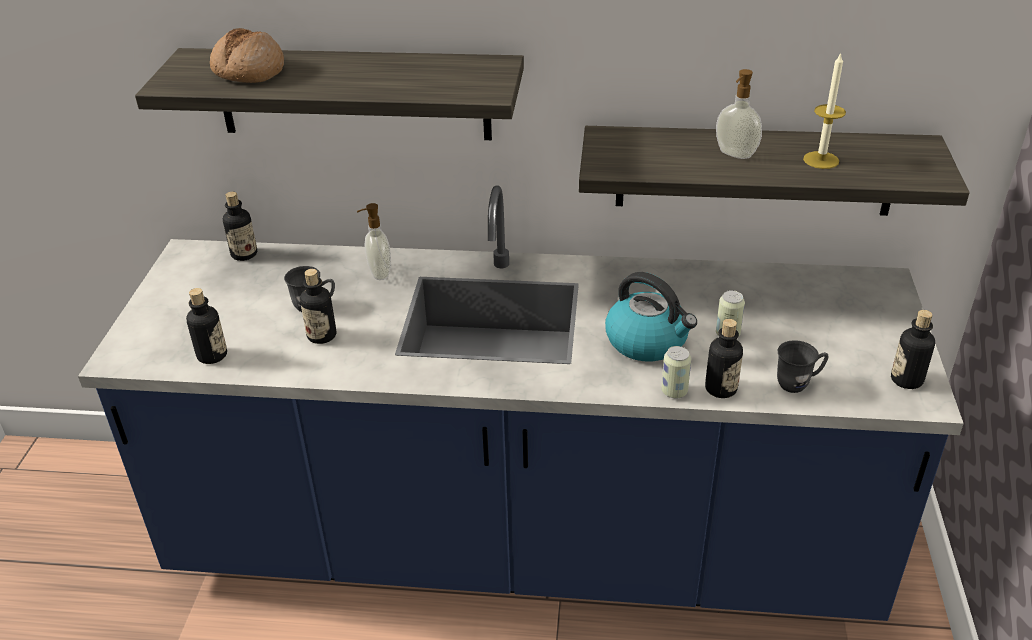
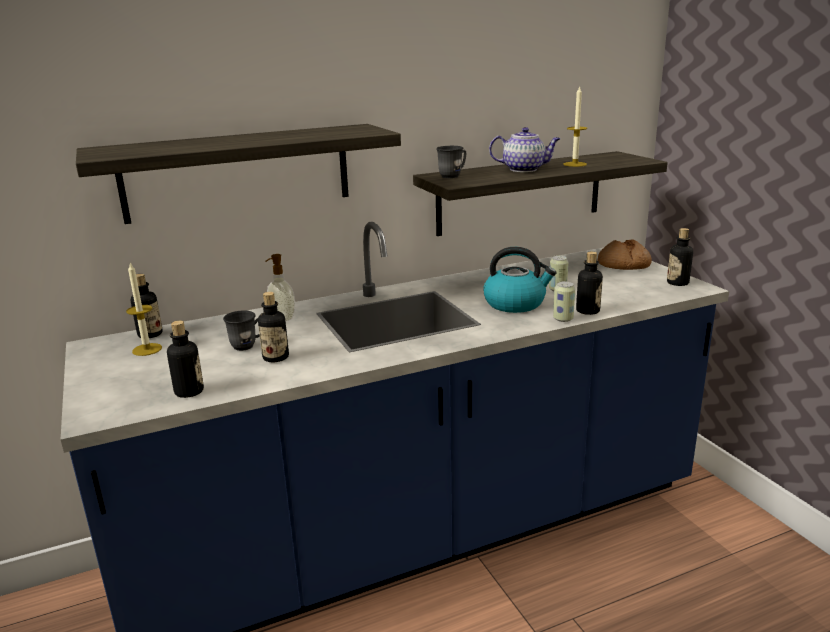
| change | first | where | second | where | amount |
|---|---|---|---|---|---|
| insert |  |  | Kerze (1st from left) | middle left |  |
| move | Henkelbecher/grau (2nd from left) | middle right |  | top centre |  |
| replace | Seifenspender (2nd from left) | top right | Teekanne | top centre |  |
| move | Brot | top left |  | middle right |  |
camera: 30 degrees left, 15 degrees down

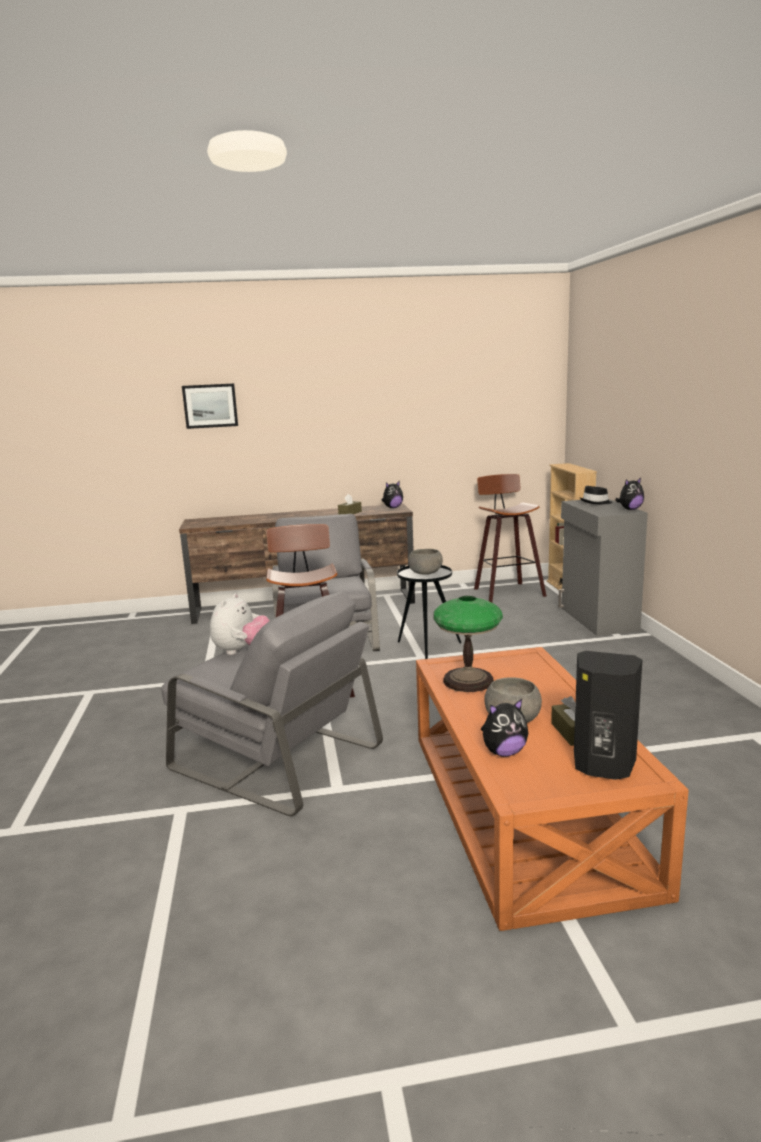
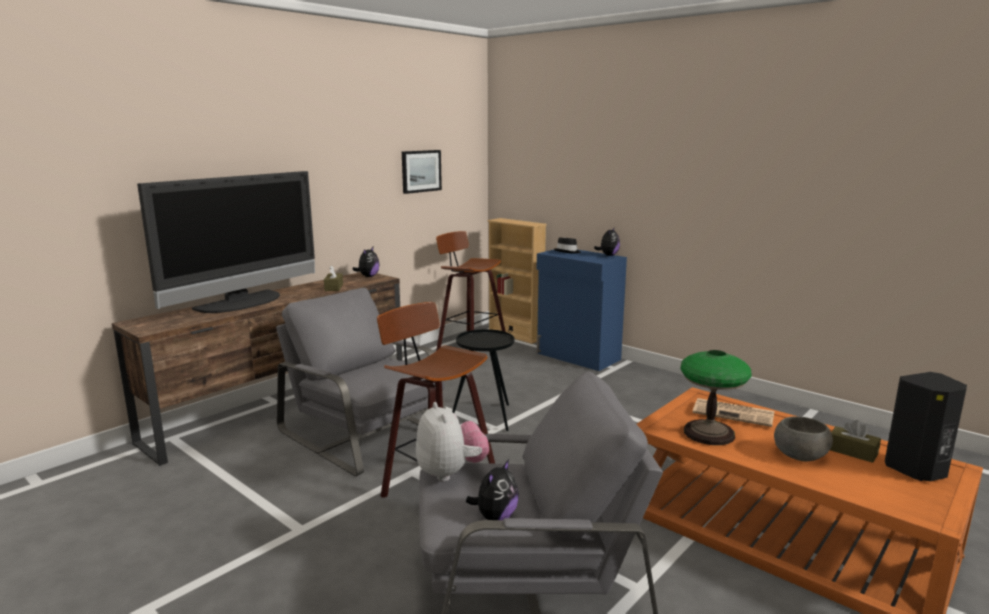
| change | first | where | second | where | amount |
|---|---|---|---|---|---|
| insert |  |  | Fernseher | middle left |  |
| move | Bild | middle left |  | top centre |  |
| move | Plüschtier (3rd from left) | centre |  | bottom centre |  |
| recolor | Schrank/grau | middle right | Schrank/blau | centre |  |
| insert |  |  | Zeitung | bottom right |  |
| delete | Schüssel/grau (1st from left) | centre |  |  |  |
camera: 40 degrees left, 0 degrees up

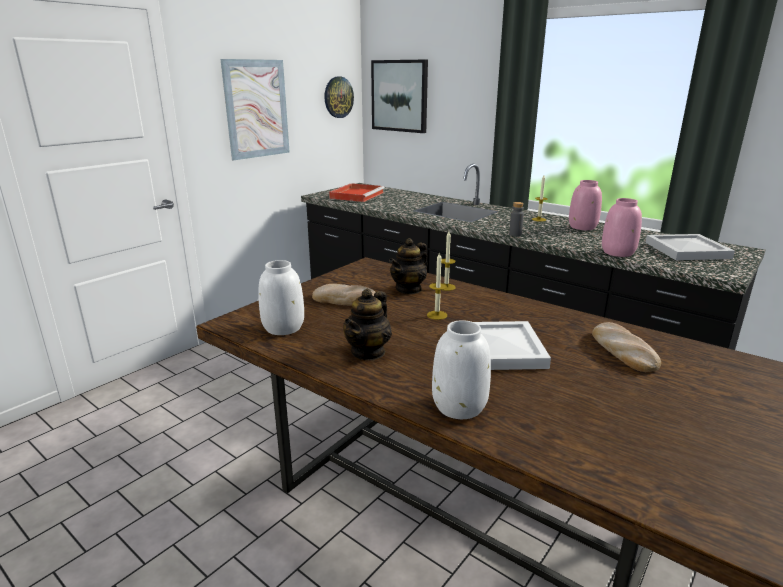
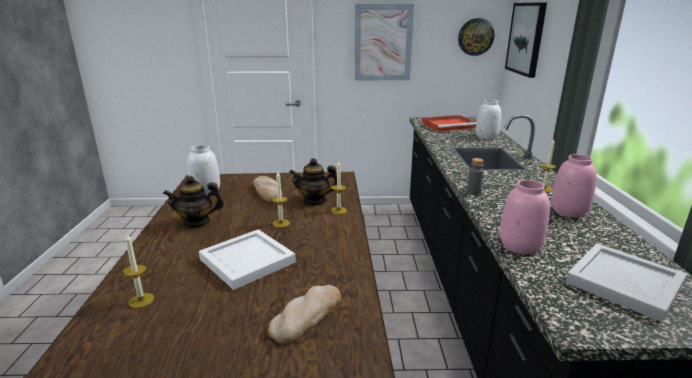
| change | first | where | second | where | amount |
|---|---|---|---|---|---|
| insert |  |  | Kerze (1st from left) | bottom left |  |
| move | Vase/weiß (2nd from left) | centre |  | top right |  |
camera: 50 degrees right, 0 degrees up

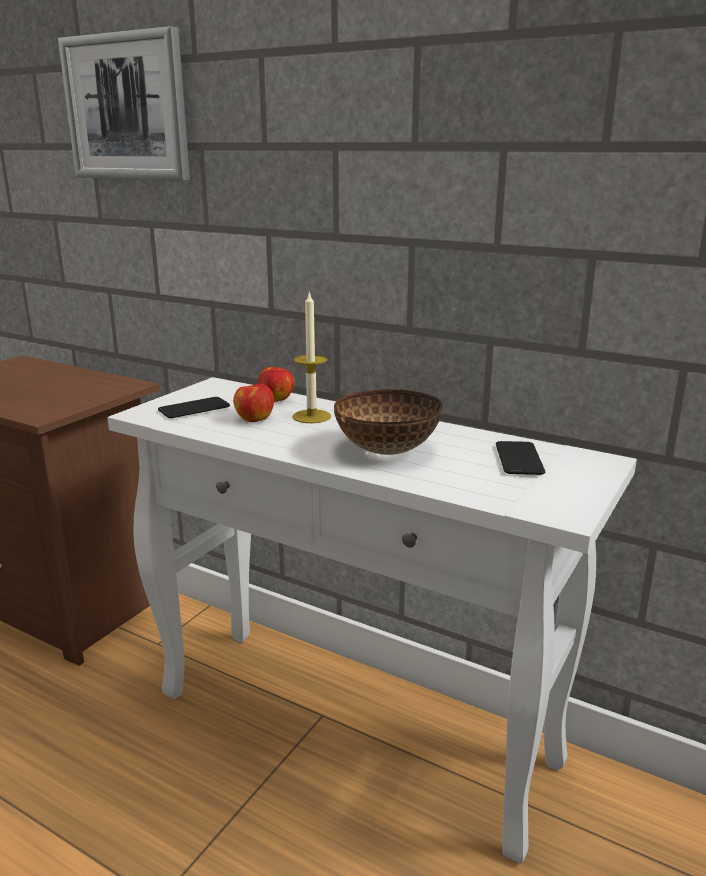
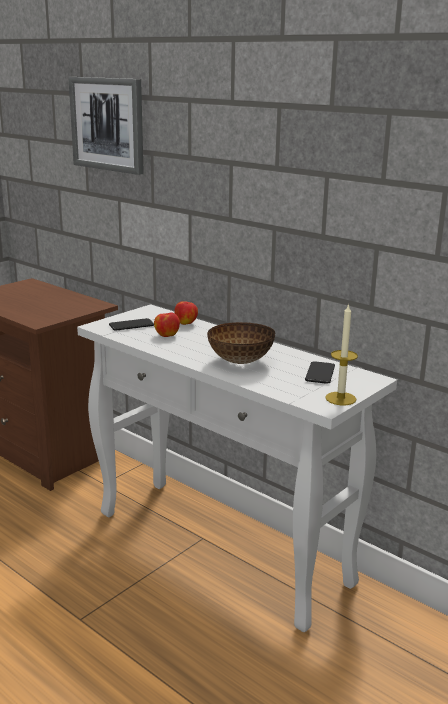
| change | first | where | second | where | amount |
|---|---|---|---|---|---|
| move | Kerze | centre |  | middle right |  |
camera: 10 degrees right, 0 degrees up

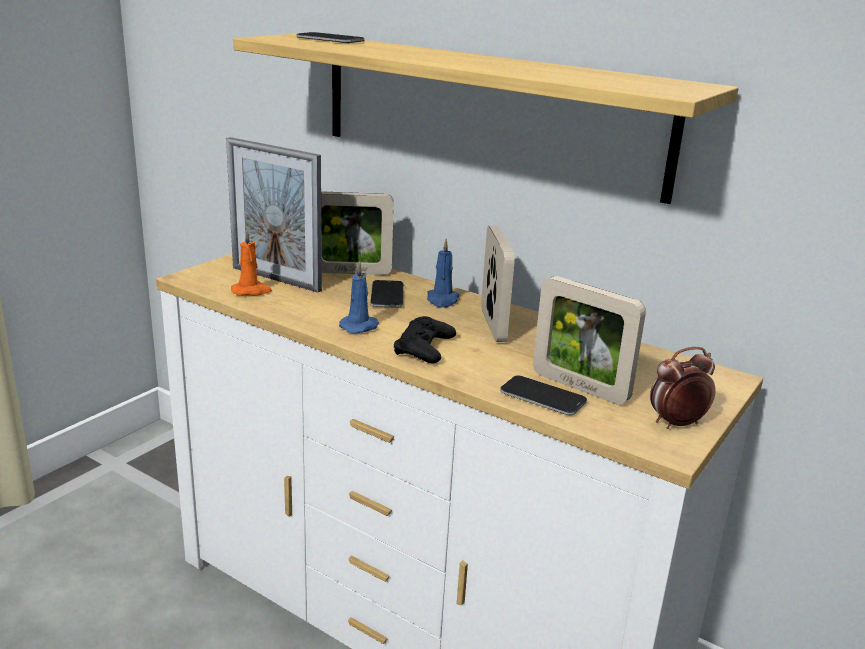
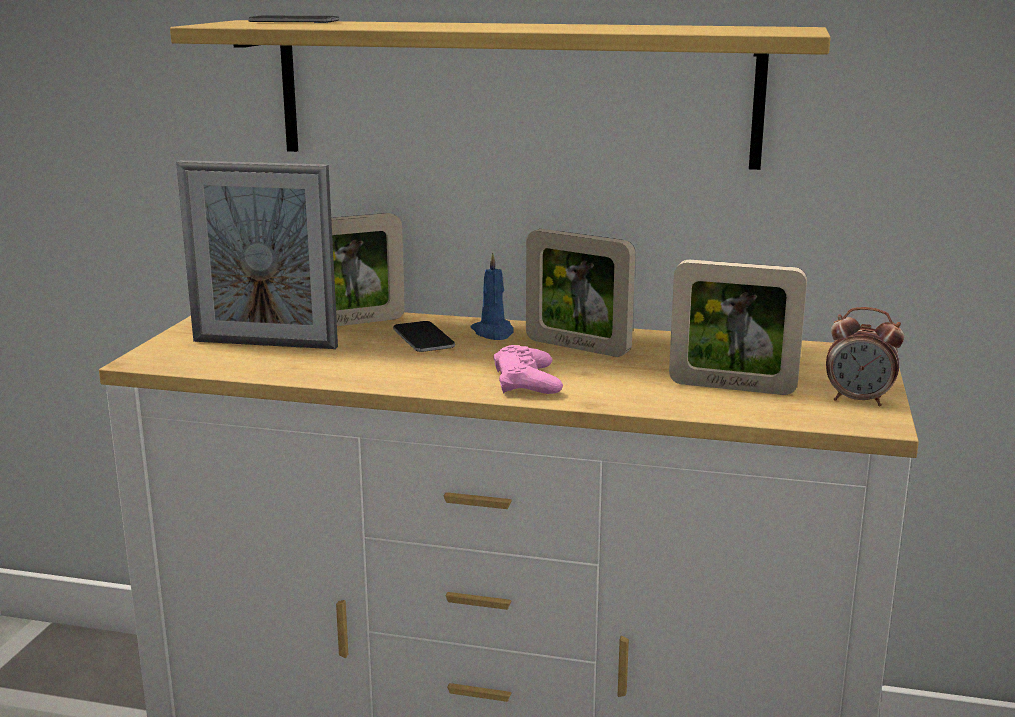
| change | first | where | second | where | amount |
|---|---|---|---|---|---|
| recolor | Gamepad/schwarz | centre | Gamepad/rosa | centre |  |
| rotate | Bilderrahmen (3rd from left) | centre |  | centre | 150 degrees clockwise |
| rotate | Wecker | middle right |  | middle right | 120 degrees counterclockwise |
| delete | Kerze/orange | middle left |  |  |  |
| delete | Kerze/blau (1st from left) | centre |  |  |  |
| delete | Handy (3rd from left) | centre |  |  |  |
camera: 20 degrees left, 5 degrees down

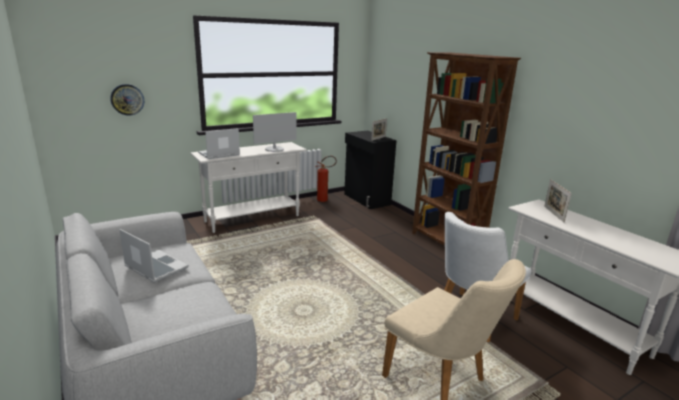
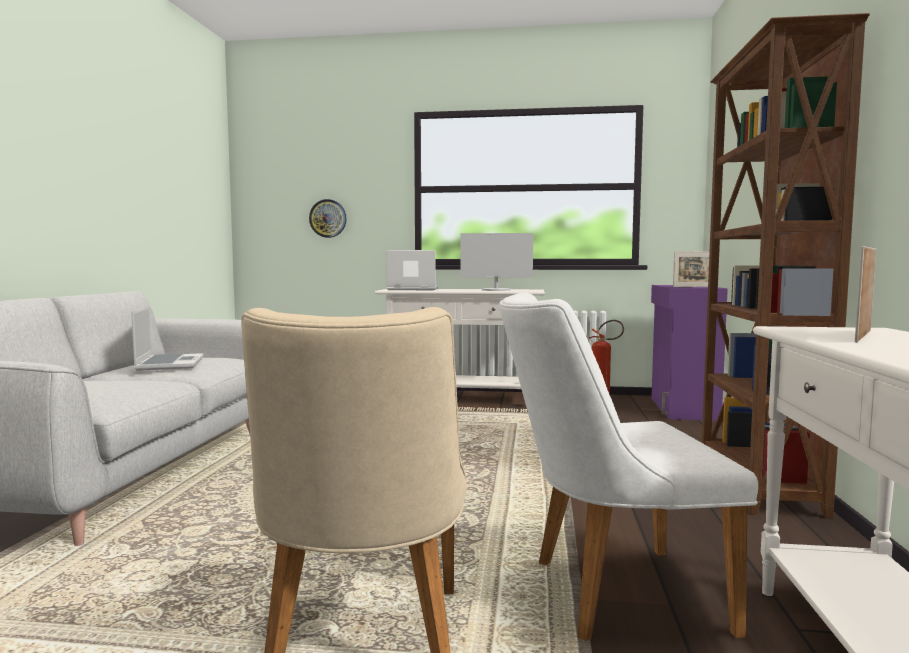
| change | first | where | second | where | amount |
|---|---|---|---|---|---|
| recolor | Schrank/schwarz | centre | Schrank/lila | middle right |  |
camera: 40 degrees right, 15 degrees down

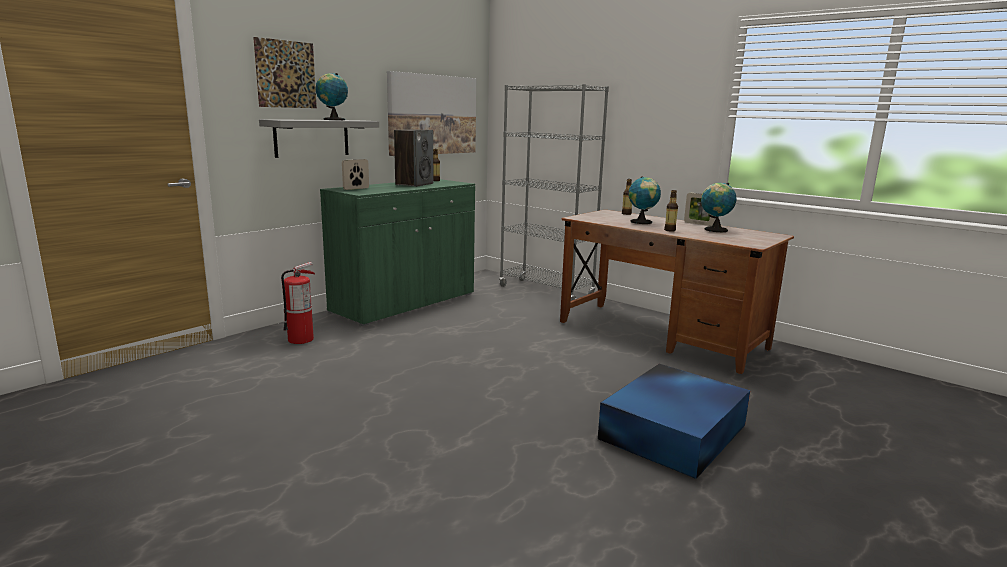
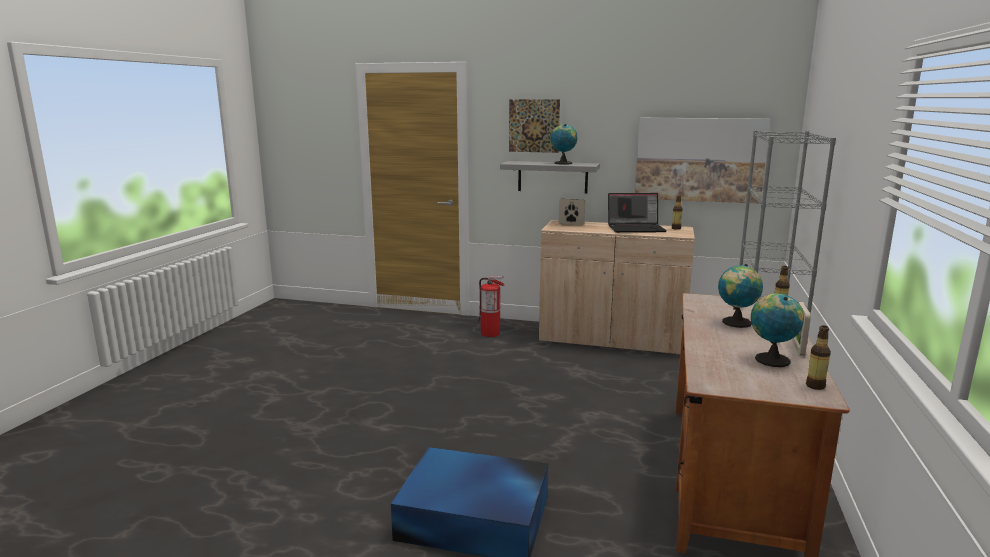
| change | first | where | second | where | amount |
|---|---|---|---|---|---|
| recolor | Schrank/grün | centre | Schrank/beige | centre |  |
| replace | Lautsprecher | top centre | Laptop | centre |  |
| move | Flasche (3rd from left) | centre |  | middle right |  |
camera: 65 degrees right, 0 degrees up

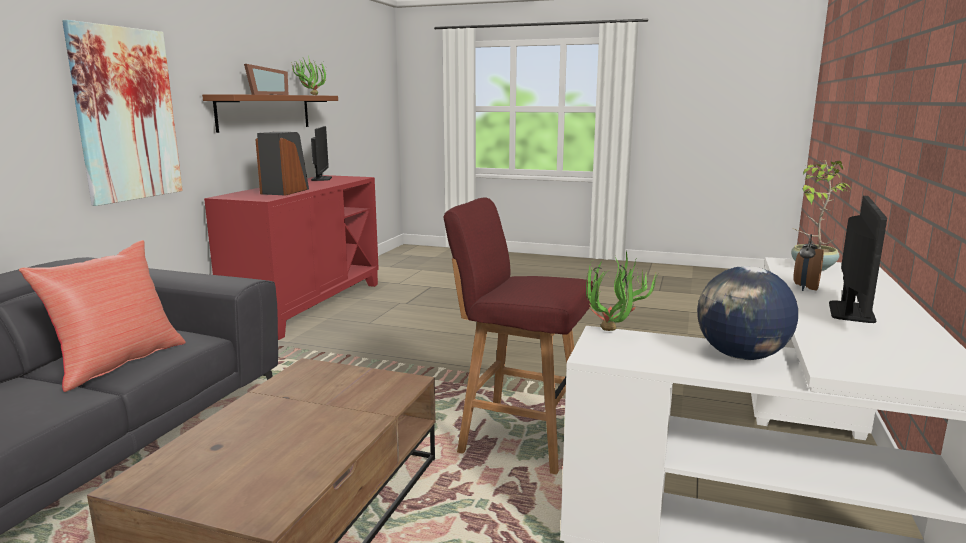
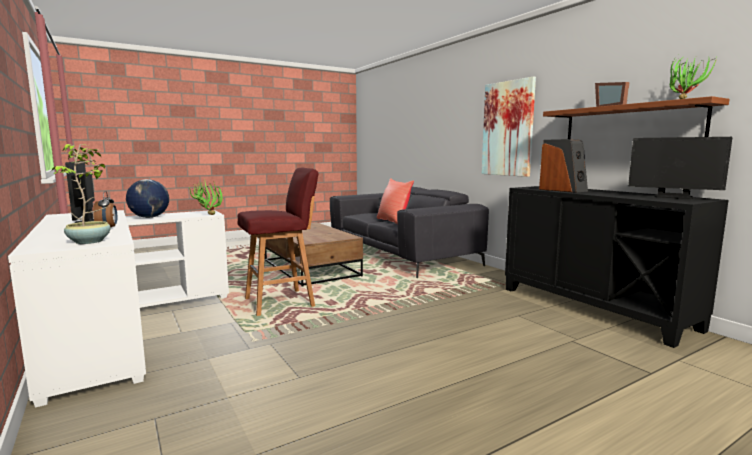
| change | first | where | second | where | amount |
|---|---|---|---|---|---|
| recolor | Schrank/rot | middle left | Schrank/schwarz | middle right |  |
camera: 130 degrees right, 5 degrees down

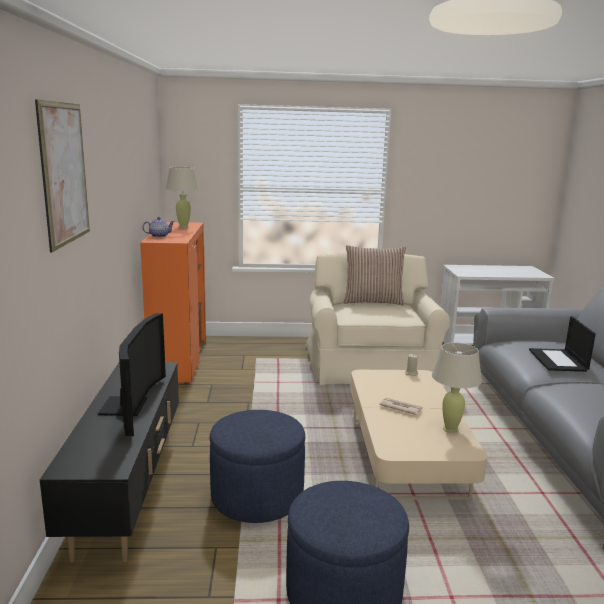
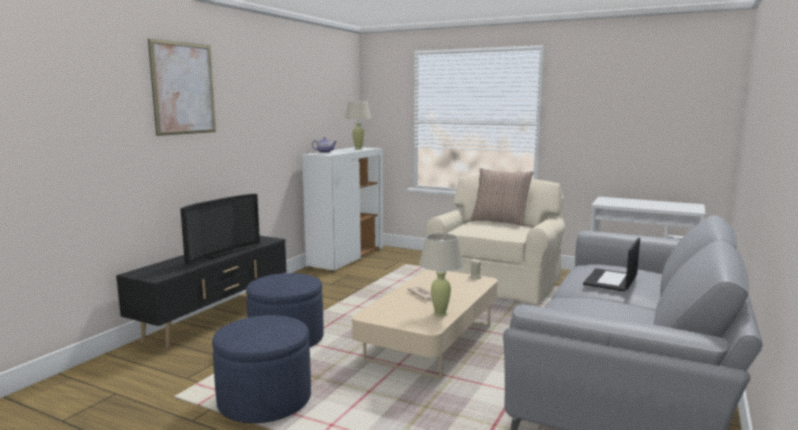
| change | first | where | second | where | amount |
|---|---|---|---|---|---|
| recolor | Schrank/orange | middle left | Schrank/weiß | centre |  |
camera: 30 degrees right, 5 degrees down

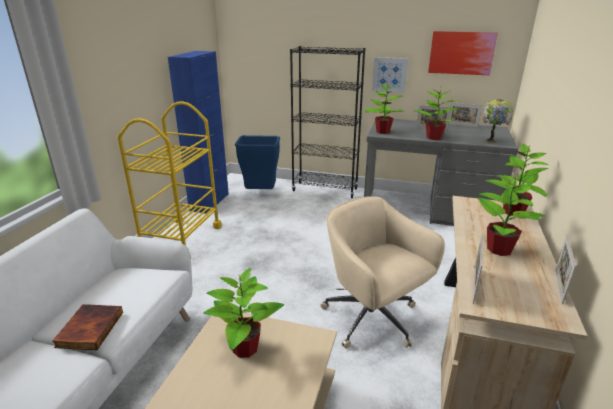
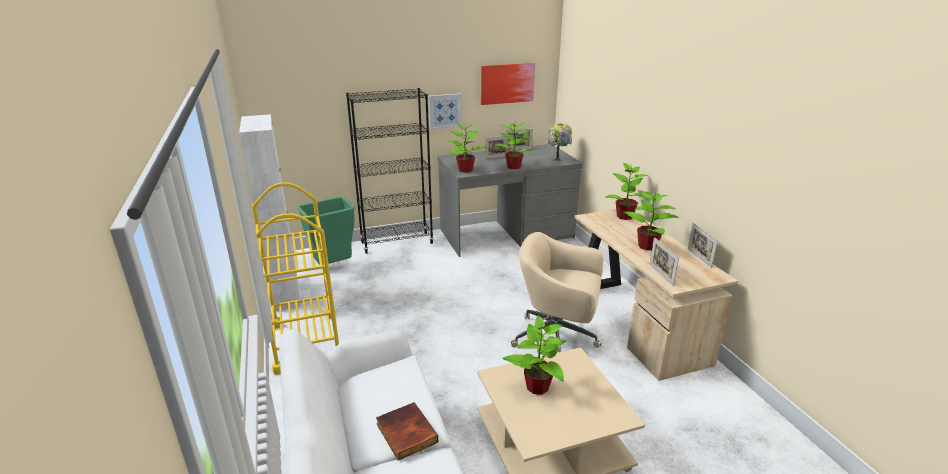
| change | first | where | second | where | amount |
|---|---|---|---|---|---|
| recolor | Schrank/blau | top left | Schrank/weiß | middle left |  |
| recolor | Mülleimer/blau | centre | Mülleimer/grün | centre |  |
camera: 35 degrees left, 0 degrees up

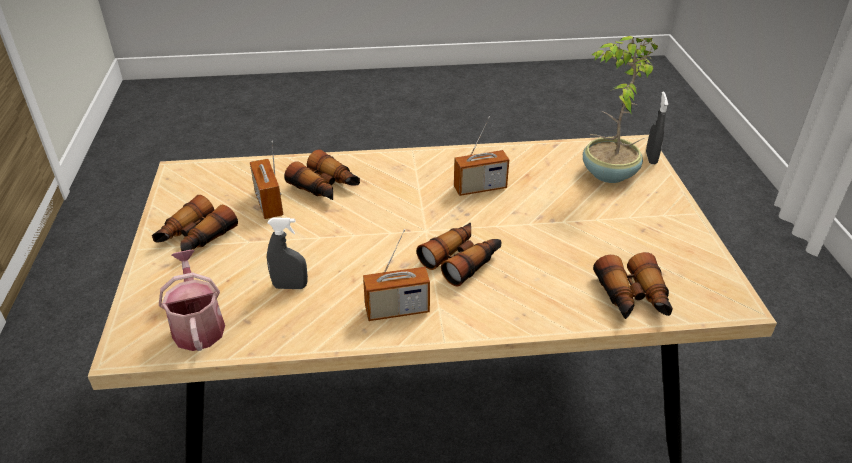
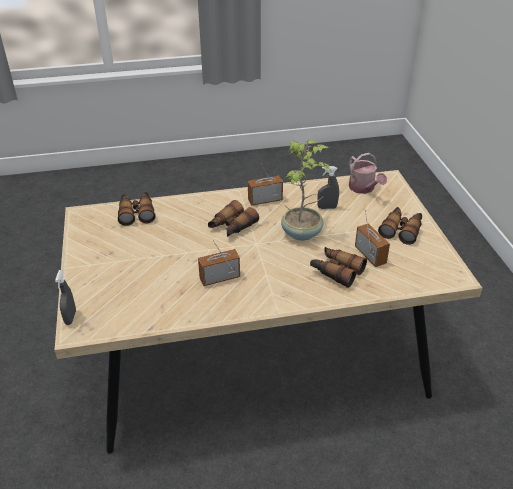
| change | first | where | second | where | amount |
|---|---|---|---|---|---|
| move | Topfpflanze | top right |  | centre |  |
camera: 175 degrees right, 0 degrees up

